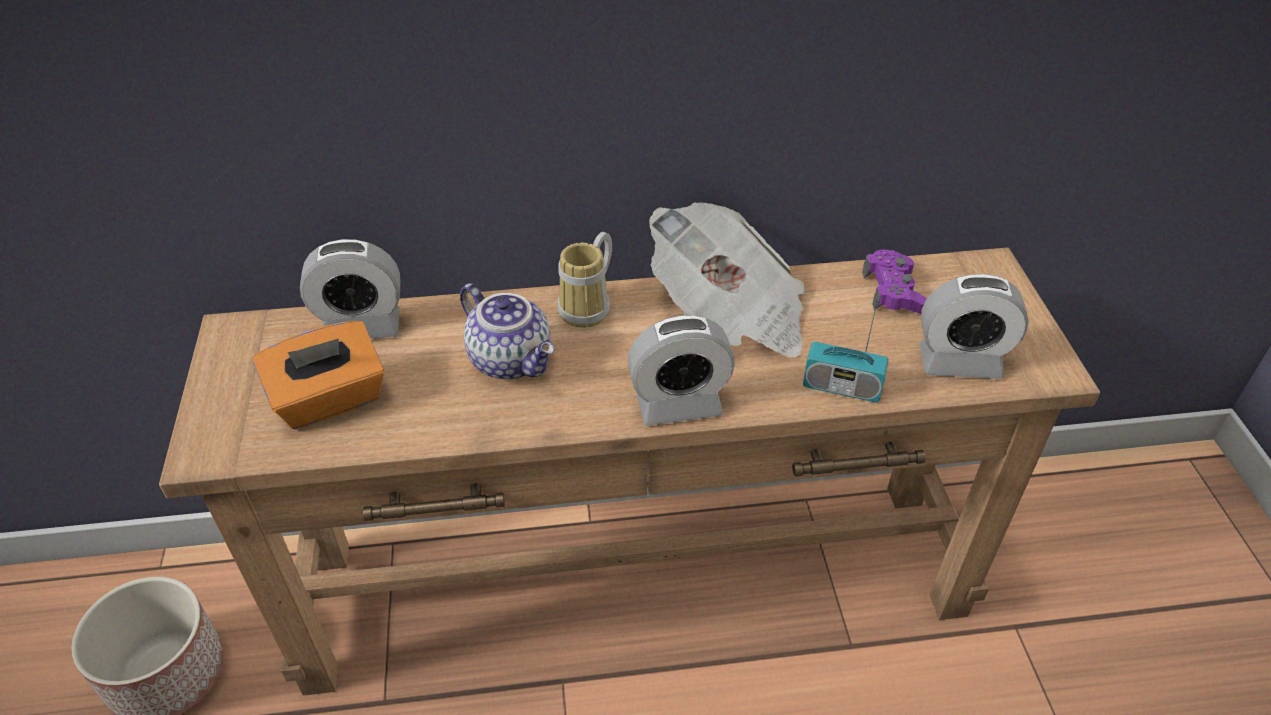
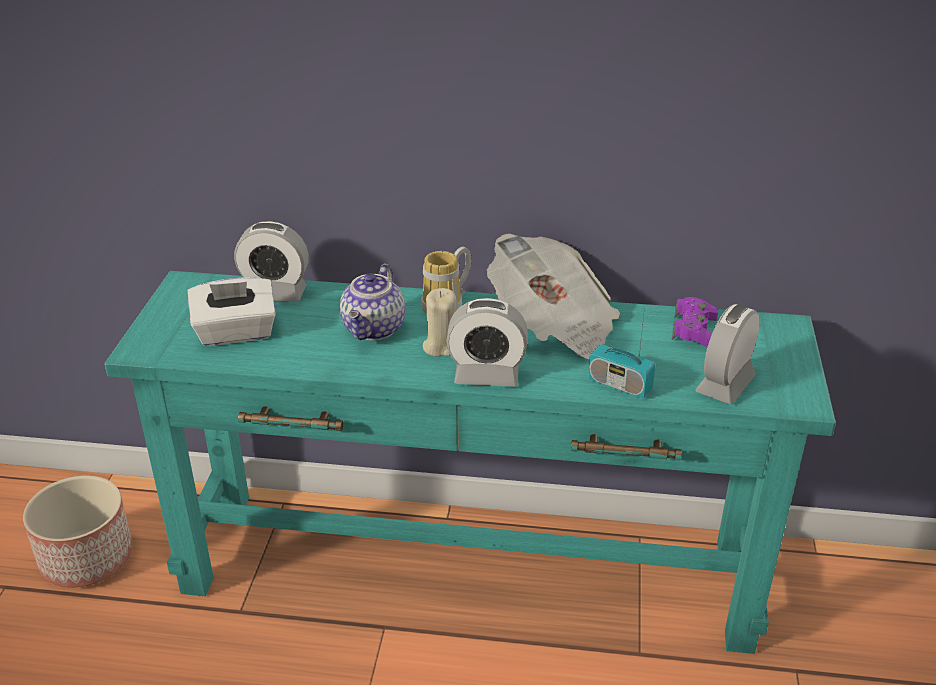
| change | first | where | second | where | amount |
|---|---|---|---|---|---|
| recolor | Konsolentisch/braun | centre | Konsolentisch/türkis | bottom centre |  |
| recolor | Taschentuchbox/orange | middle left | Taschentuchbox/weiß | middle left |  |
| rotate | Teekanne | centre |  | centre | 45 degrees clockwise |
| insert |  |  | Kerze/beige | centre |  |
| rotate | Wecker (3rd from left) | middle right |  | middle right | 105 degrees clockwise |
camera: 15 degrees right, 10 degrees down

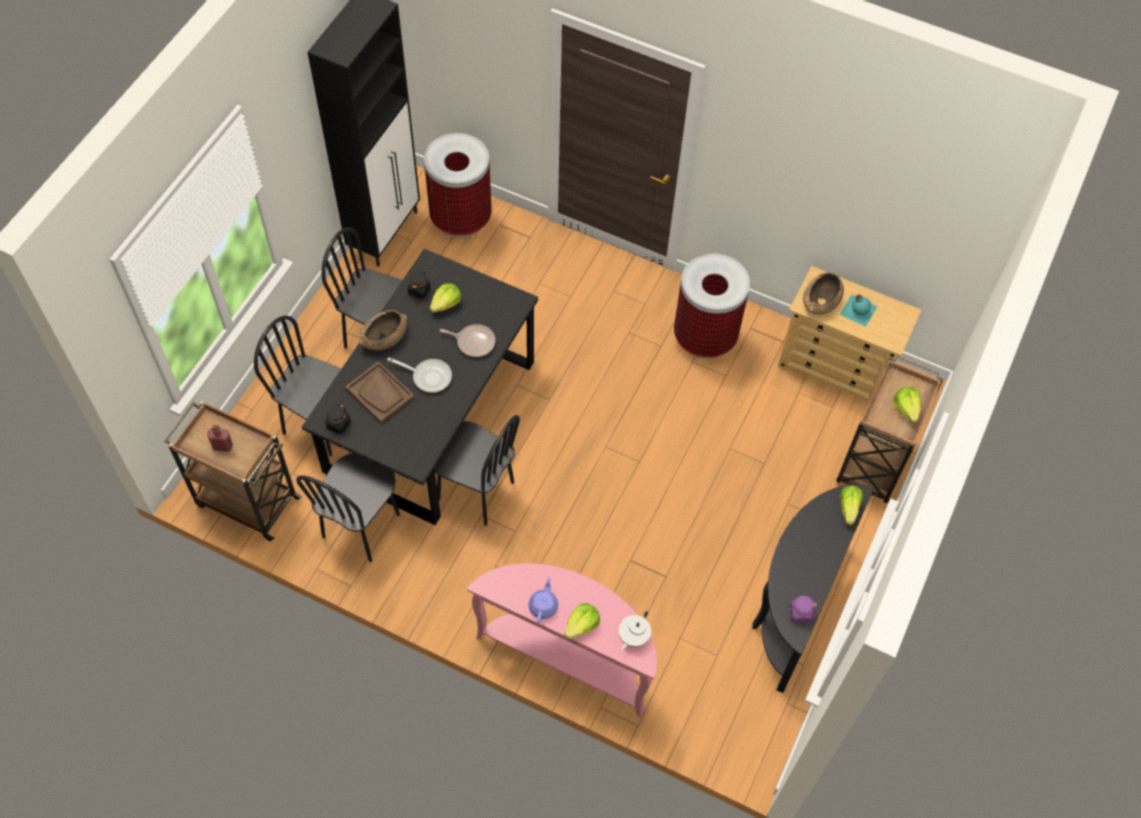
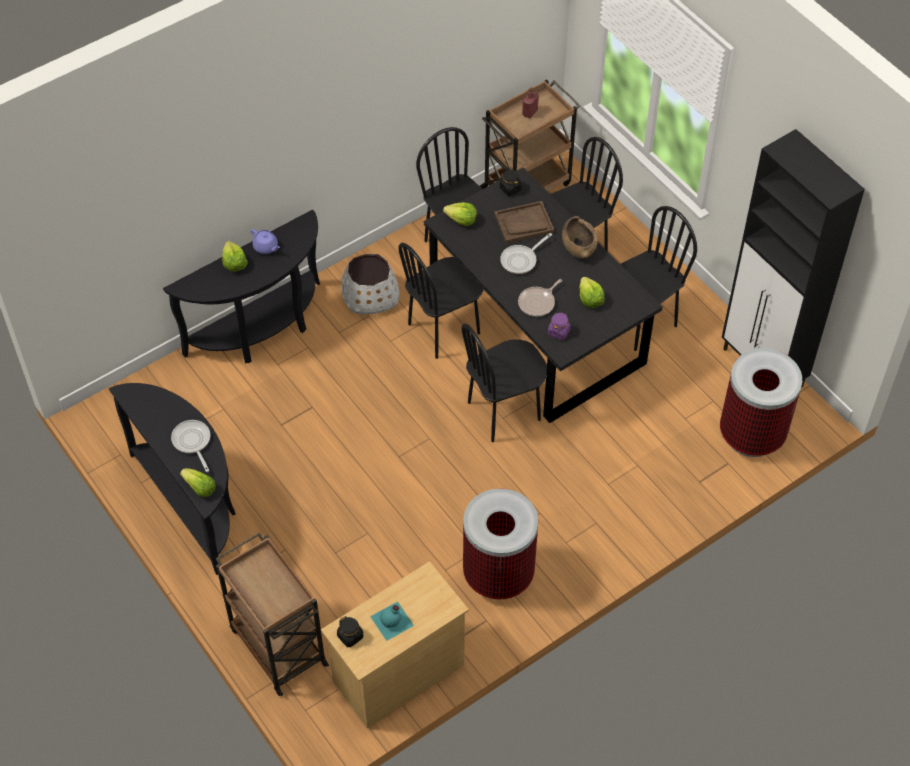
| change | first | where | second | where | amount |
|---|---|---|---|---|---|
| recolor | Konsolentisch/rosa | bottom centre | Konsolentisch/schwarz (2nd from left) | middle left |  |
| insert |  |  | Pfanne (1st from left) | middle left |  |
| move | Vorratsglas/schwarz (2nd from left in the first image) | centre | Vorratsglas/schwarz (1st from left) | bottom centre |  |
| insert |  |  | Pflanzkübel/weiß | centre |  |
| move | Salatkopf (4th from left in the first image) | middle right | Salatkopf (3rd from left) | top centre |  |
| insert |  |  | Stuhl/schwarz (3rd from left) | centre |  |
| move | Vorratsglas/lila | bottom right |  | centre |  |
| delete | Teekanne/weiß | bottom centre |  |  |  |
| delete | Schüssel/braun (2nd from left) | middle right |  |  |  |
camera: 120 degrees right, 5 degrees down

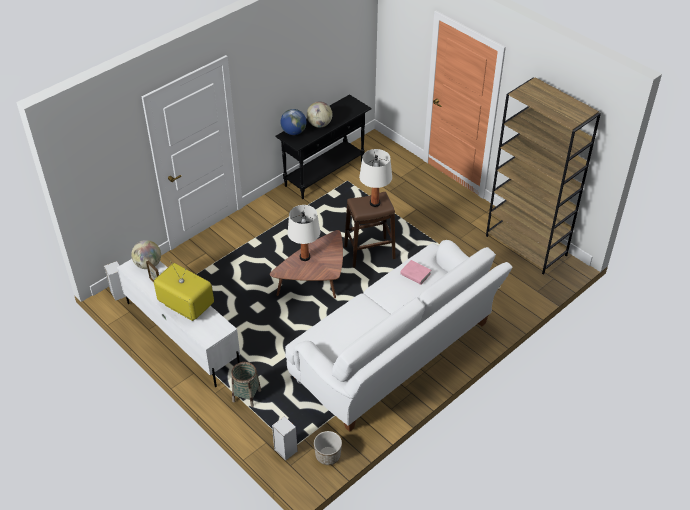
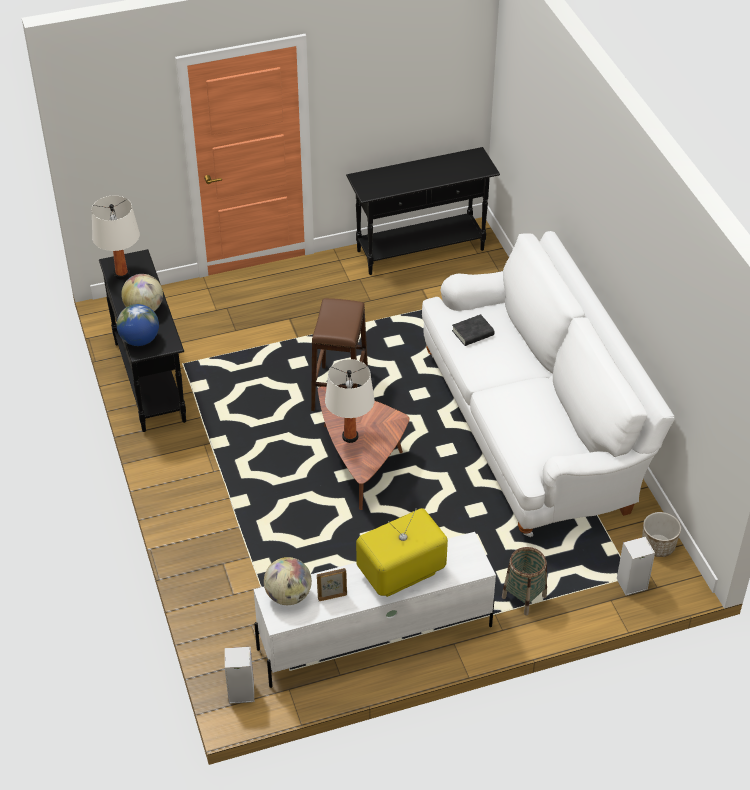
| change | first | where | second | where | amount |
|---|---|---|---|---|---|
| move | Tischlampe/weiß (2nd from left in the first image) | centre | Tischlampe/weiß (1st from left) | top left |  |
| replace | Bücherregal/braun | middle right | Konsolentisch/schwarz (2nd from left) | top centre |  |
| recolor | Buch/rosa | centre | Buch/schwarz | centre |  |
camera: 65 degrees left, 0 degrees up

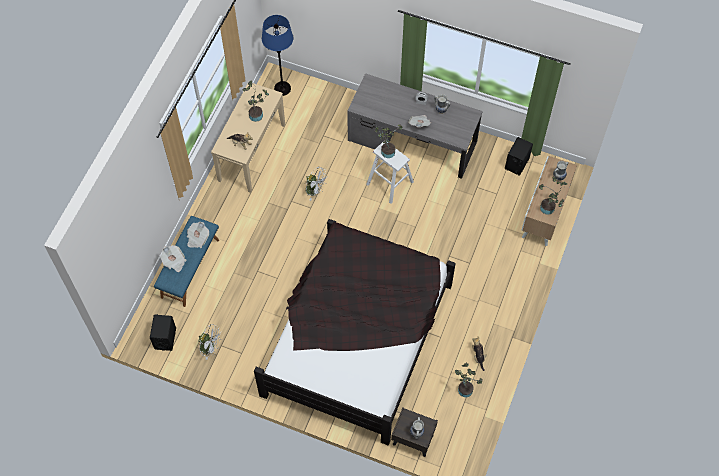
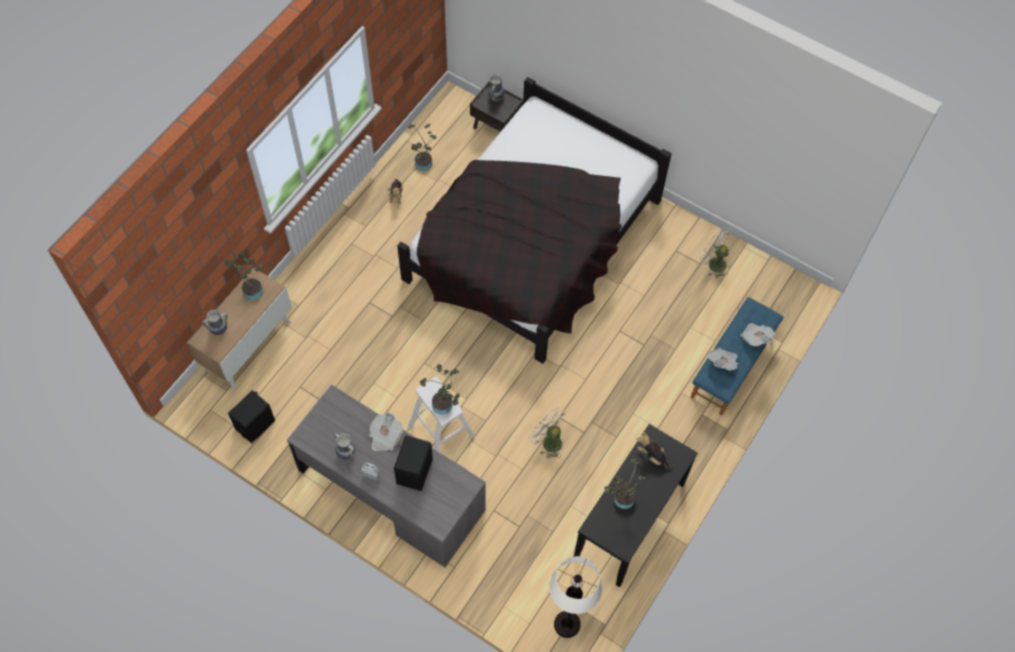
| change | first | where | second | where | amount |
|---|---|---|---|---|---|
| move | Lautsprecher/schwarz (1st from left in the first image) | bottom left | Lautsprecher/schwarz (2nd from left) | bottom centre |  |
| recolor | Stehlampe/blau | top centre | Stehlampe/weiß | bottom centre |  |
| recolor | Konsolentisch/beige | top centre | Konsolentisch/schwarz | bottom centre |  |
camera: 170 degrees left, 0 degrees up

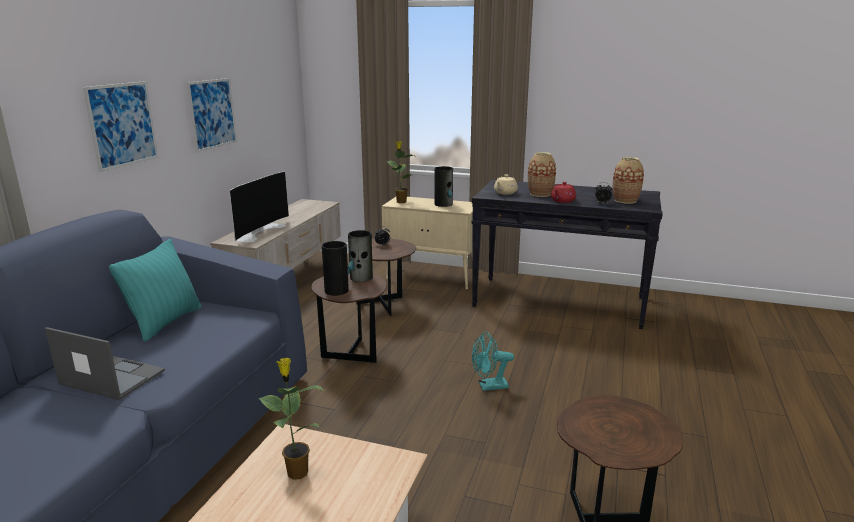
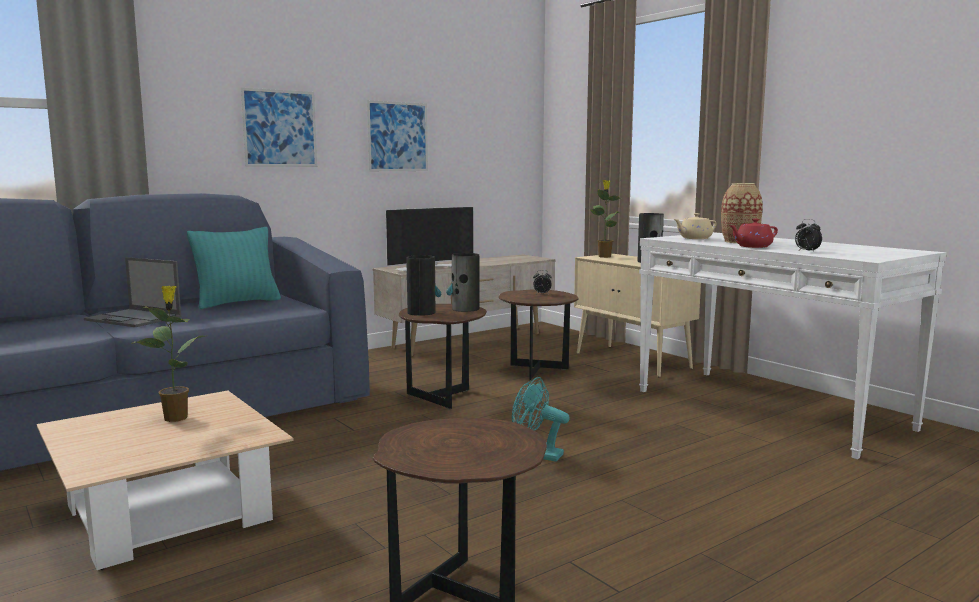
| change | first | where | second | where | amount |
|---|---|---|---|---|---|
| rotate | Laptop | bottom left |  | middle left | 150 degrees clockwise |
| recolor | Konsolentisch/schwarz | centre | Konsolentisch/weiß | middle right |  |
| delete | Vase (5th from left) | middle right |  |  |  |
camera: 35 degrees right, 10 degrees down

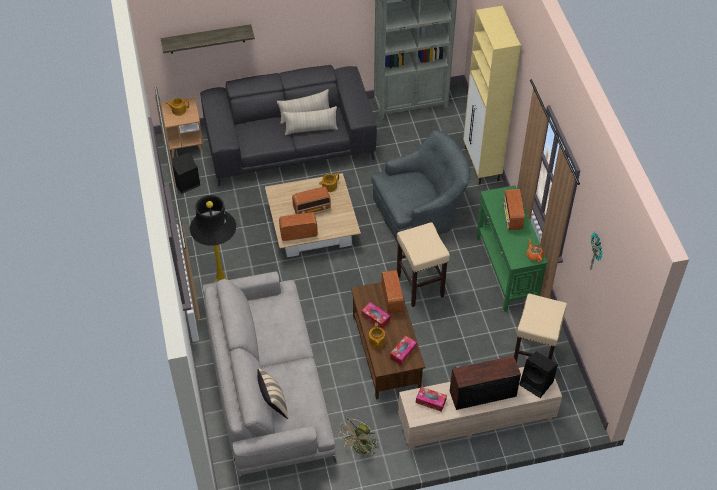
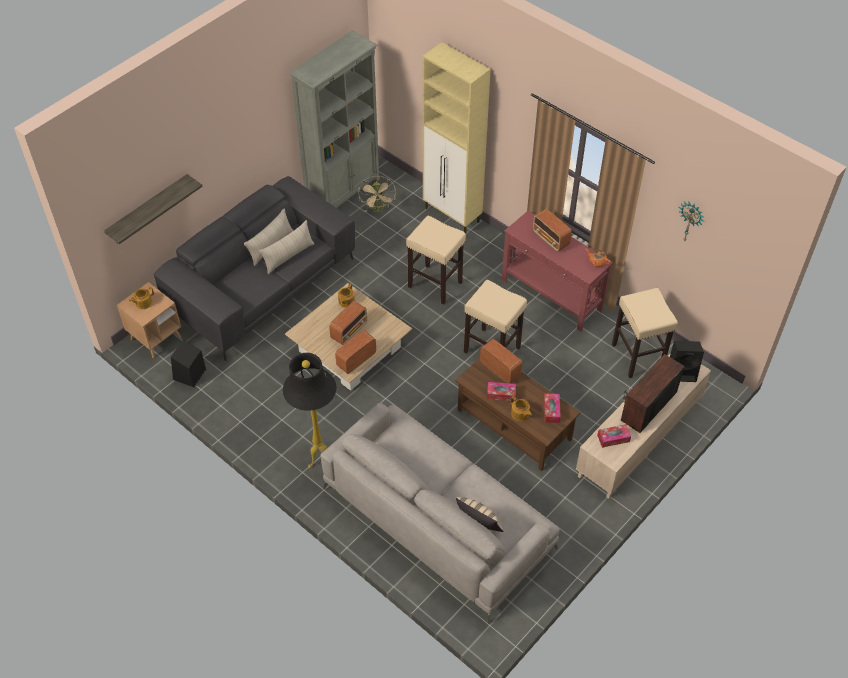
| change | first | where | second | where | amount |
|---|---|---|---|---|---|
| move | Ventilator/beige | bottom centre |  | top centre |  |
| replace | Sessel/grau | centre | Hocker/beige (1st from left) | centre |  |
| recolor | Konsolentisch/grün | middle right | Konsolentisch/rot | centre |  |
camera: 35 degrees left, 0 degrees up

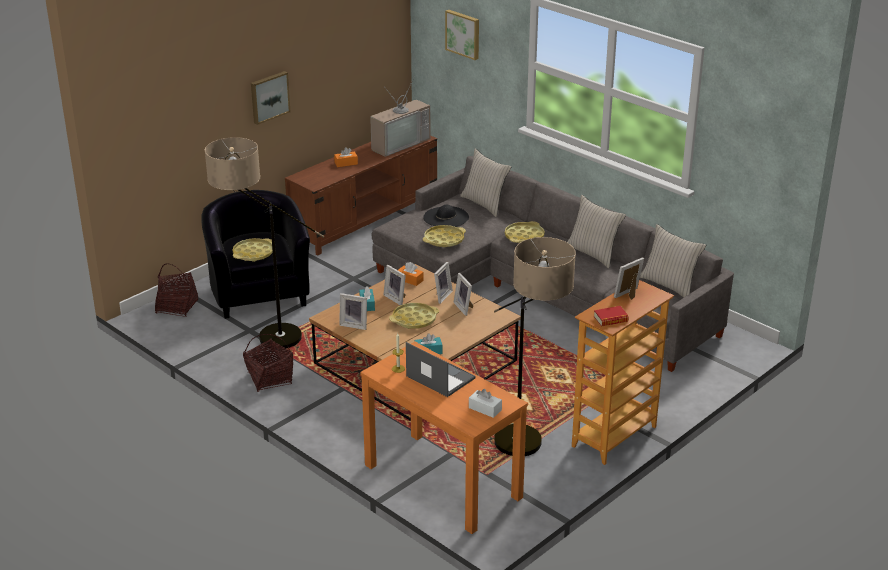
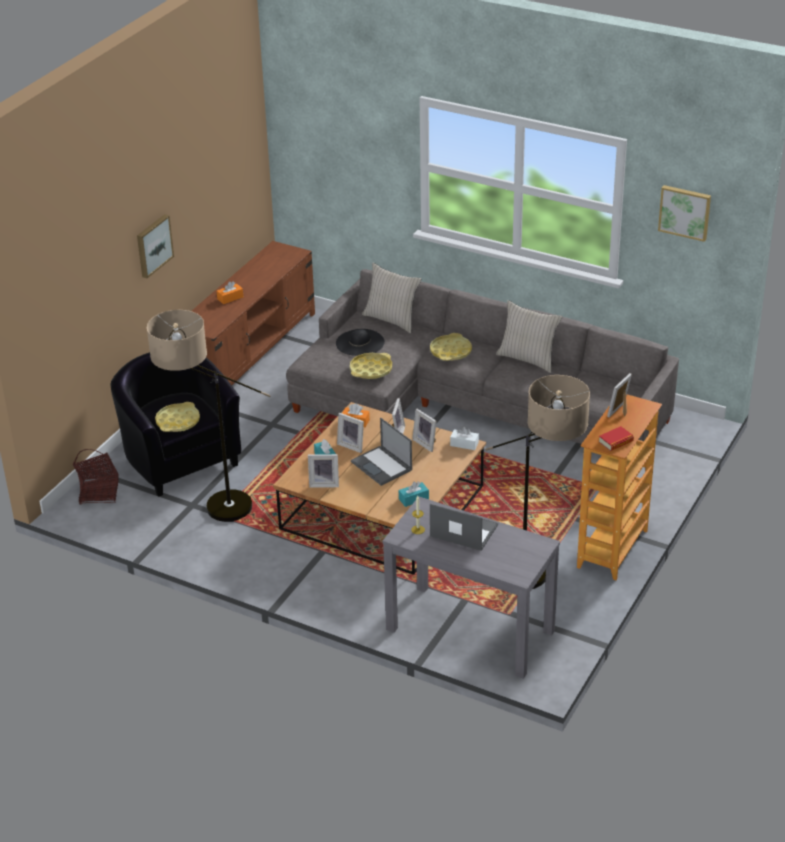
| change | first | where | second | where | amount |
|---|---|---|---|---|---|
| replace | Tablett/gelb (2nd from left) | centre | Laptop (1st from left) | centre |  |
| recolor | Konsolentisch/orange | bottom centre | Konsolentisch/grau | bottom centre |  |
| move | Taschentuchbox/weiß | bottom centre |  | centre |  |
| move | Bild (2nd from left) | top centre |  | top right |  |
| delete | Korb (2nd from left) | middle left |  |  |  |
| delete | Fernseher | top centre |  |  |  |
| delete | Kissen/beige (3rd from left) | middle right |  |  |  |
camera: 15 degrees left, 5 degrees up

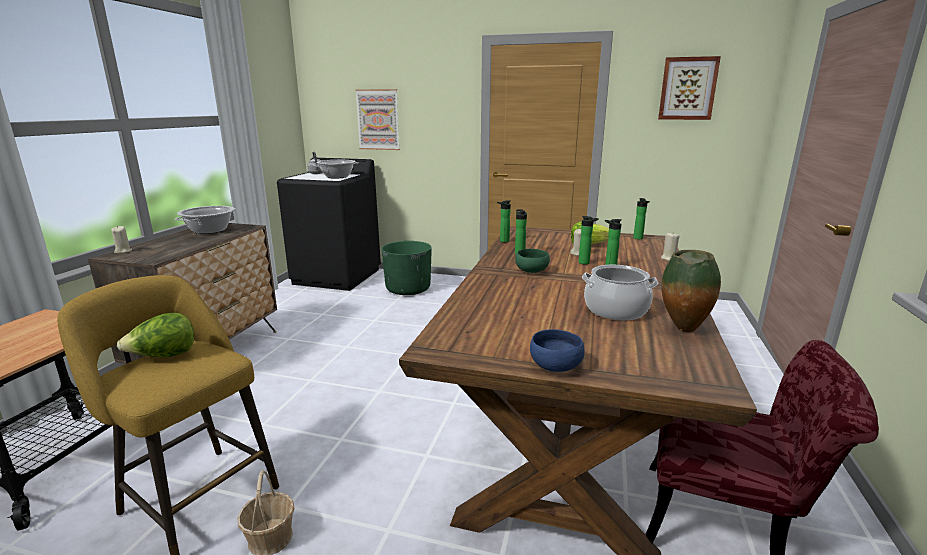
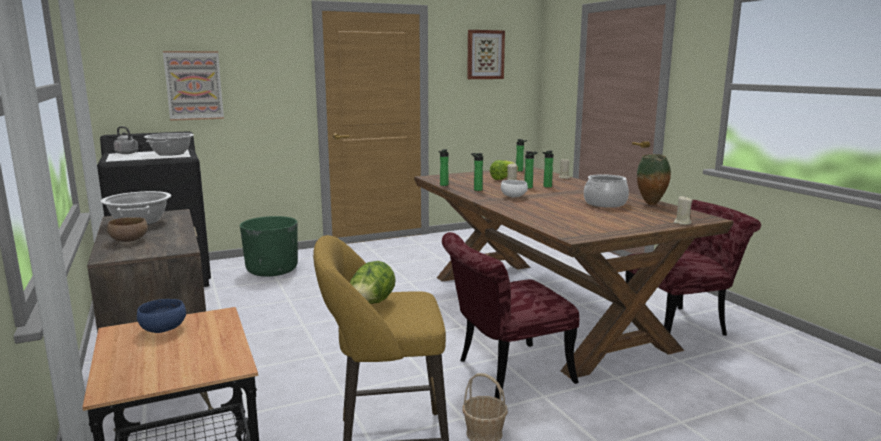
| change | first | where | second | where | amount |
|---|---|---|---|---|---|
| insert |  |  | Schüssel/braun | middle left |  |
| move | Schüssel/blau | centre |  | bottom left |  |
| insert |  |  | Stuhl/rot (1st from left) | bottom centre |  |
| recolor | Schüssel/grün | centre | Schüssel/weiß | centre |  |
| move | Kerze/beige (1st from left in the first image) | middle left | Kerze/beige (3rd from left) | middle right |  |
camera: 40 degrees left, 5 degrees down

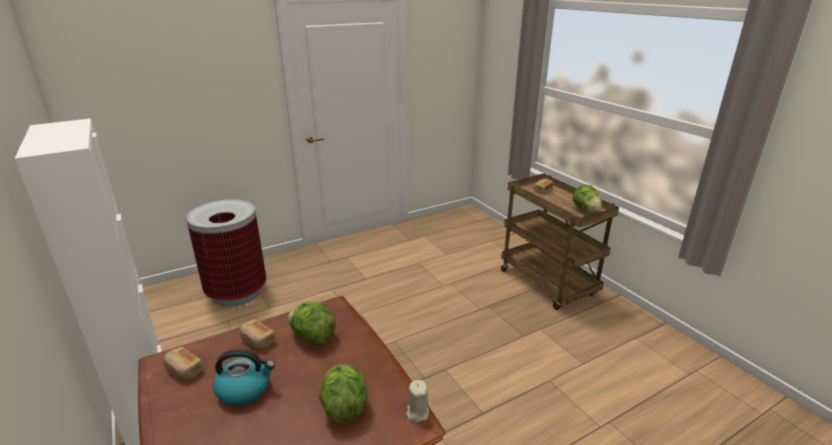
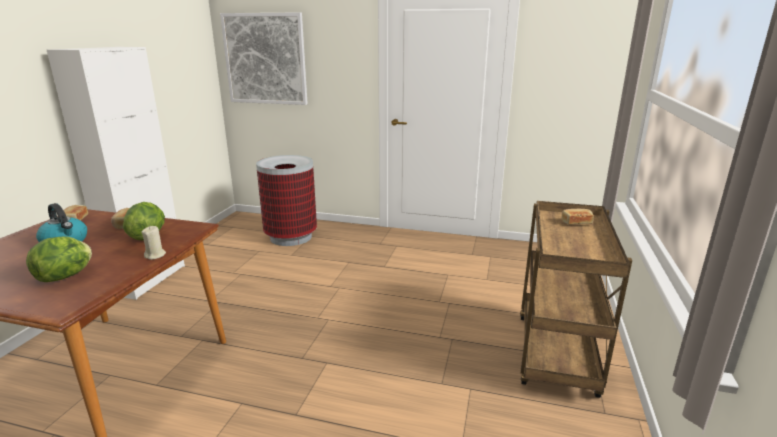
| change | first | where | second | where | amount |
|---|---|---|---|---|---|
| move | Kerze/beige | bottom centre |  | middle left |  |
| insert |  |  | Bild | top centre |  |
| delete | Salatkopf (3rd from left) | middle right |  |  |  |
camera: 45 degrees right, 5 degrees down

